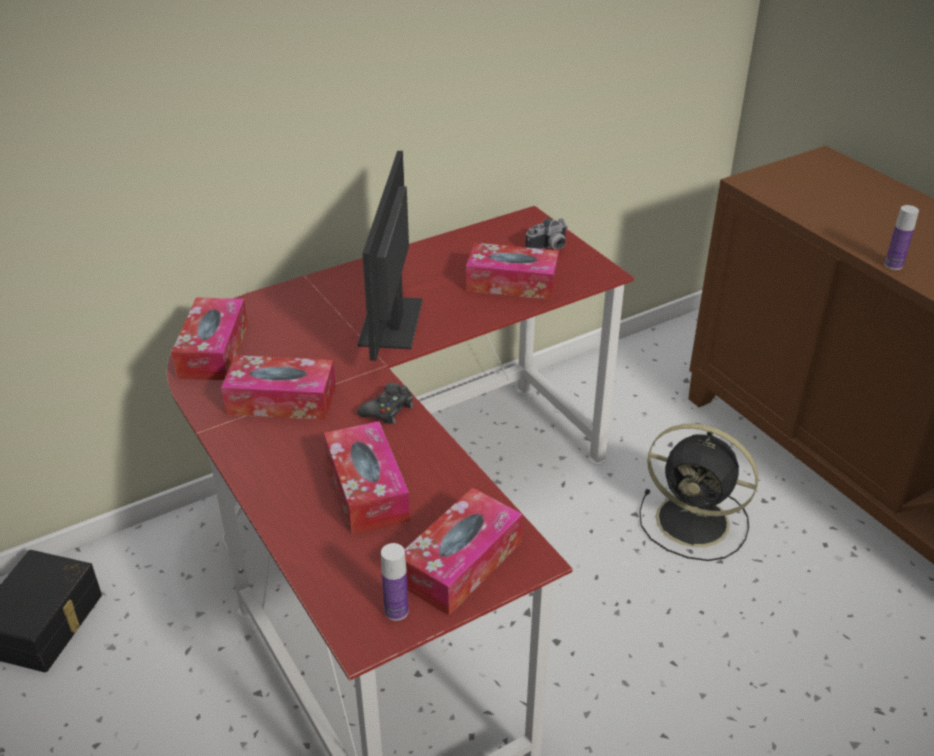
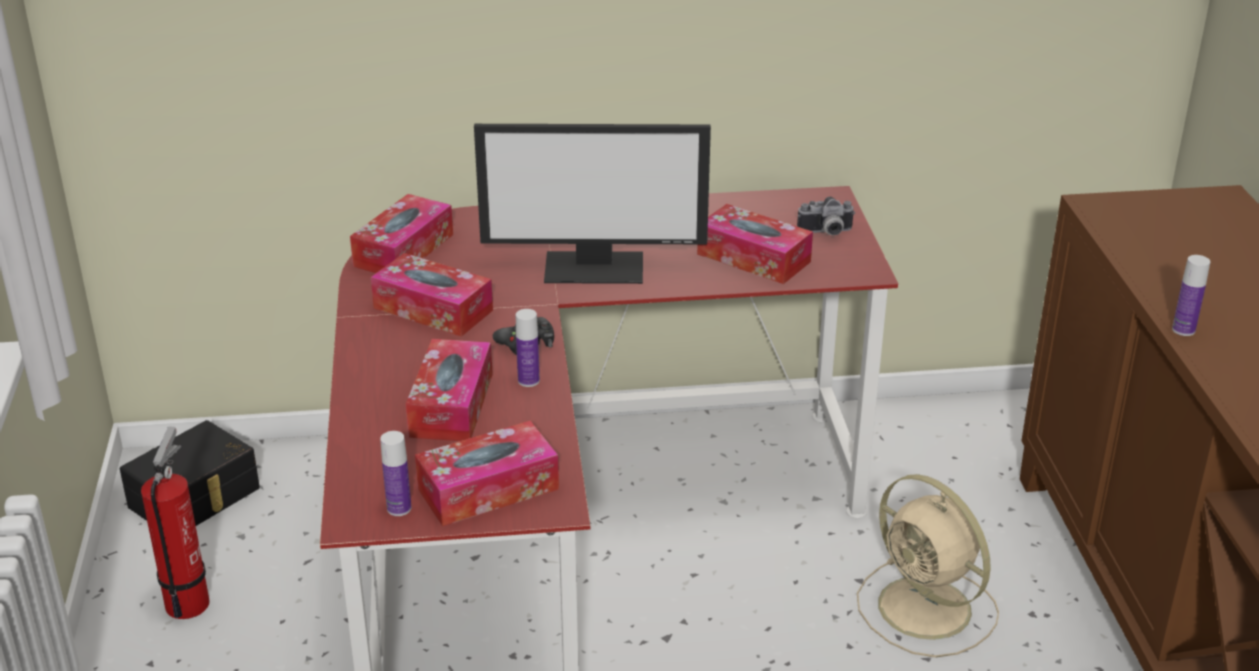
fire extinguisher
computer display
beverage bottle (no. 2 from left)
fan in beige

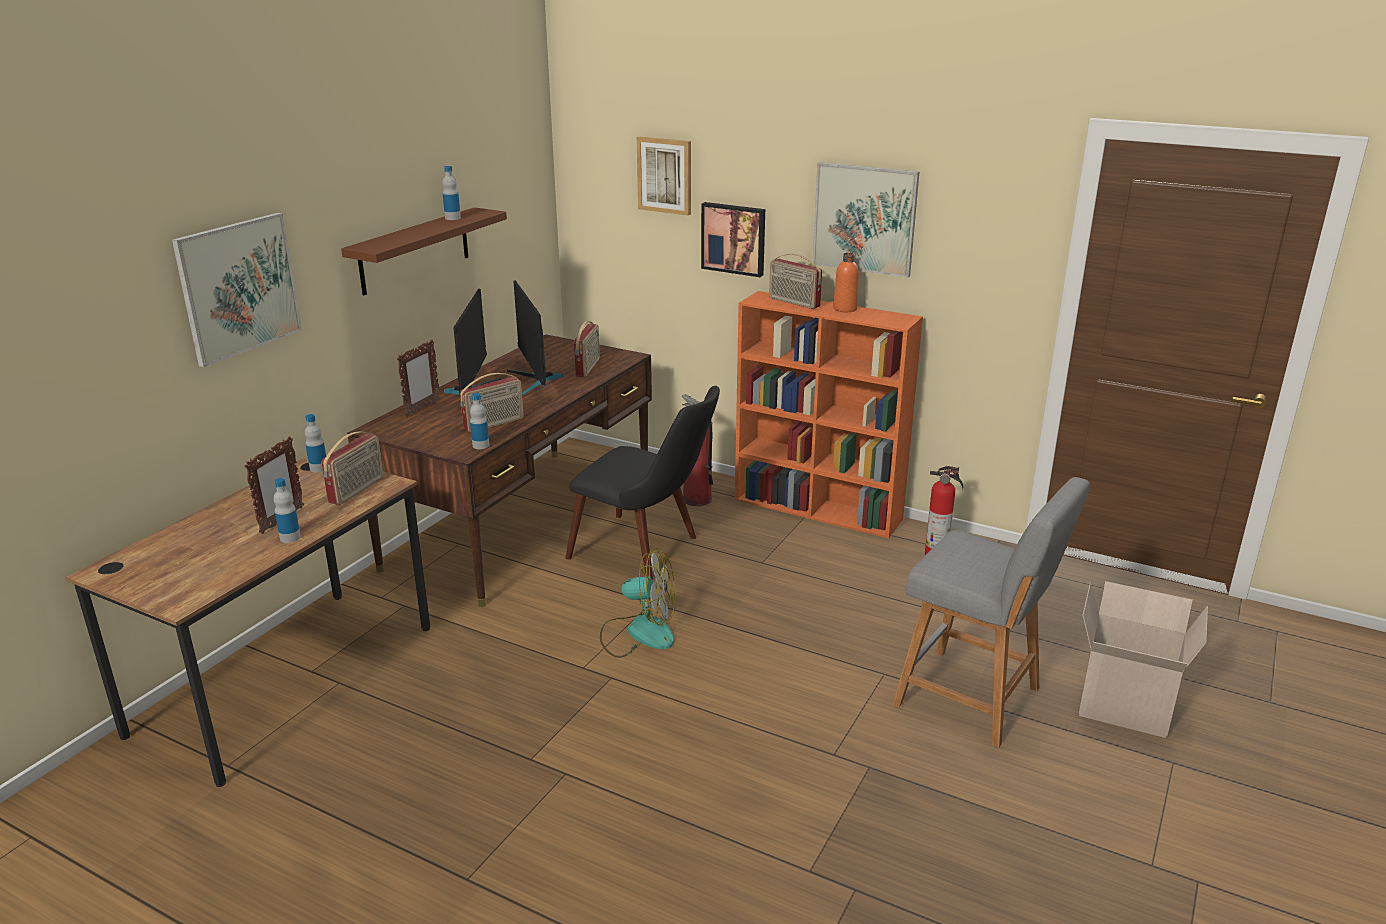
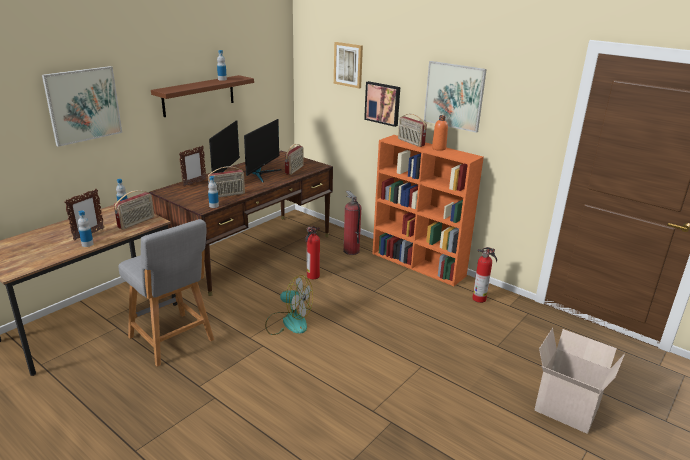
stool seat in grey
computer display (no. 2 from left)
fire extinguisher (no. 1 from left)

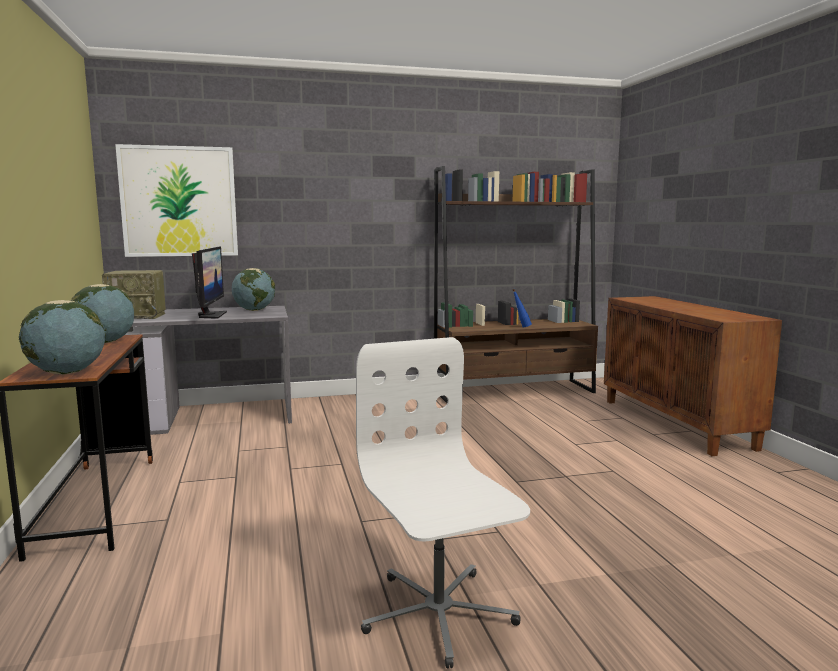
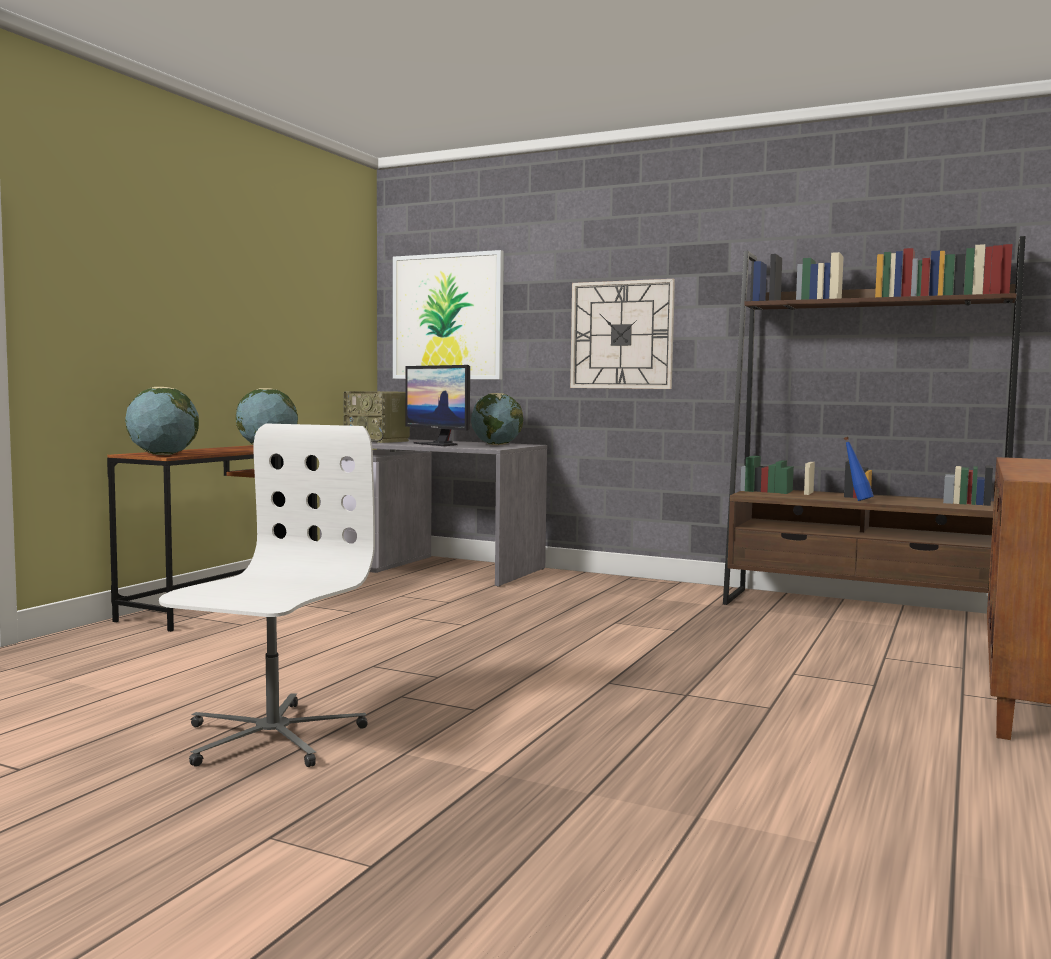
computer display
hanging clock

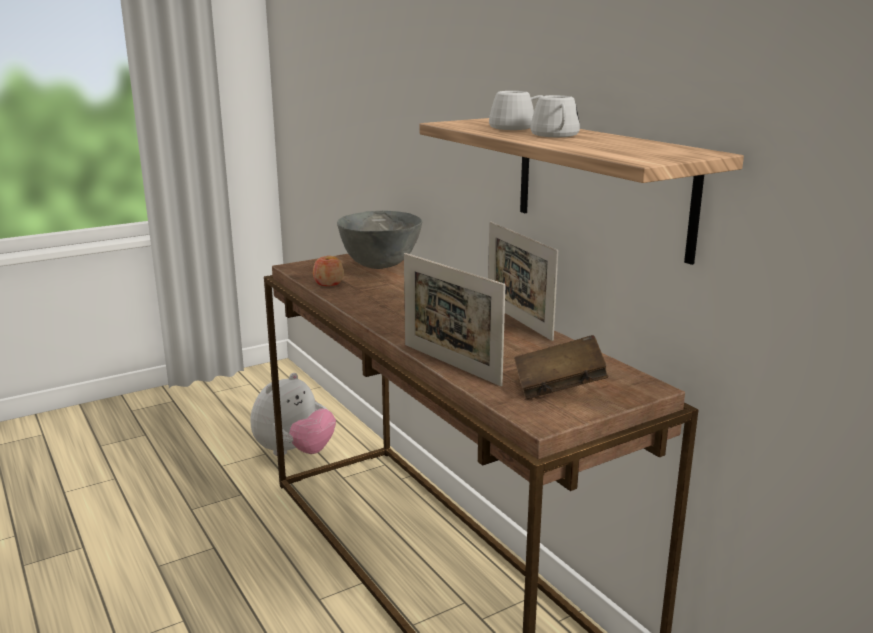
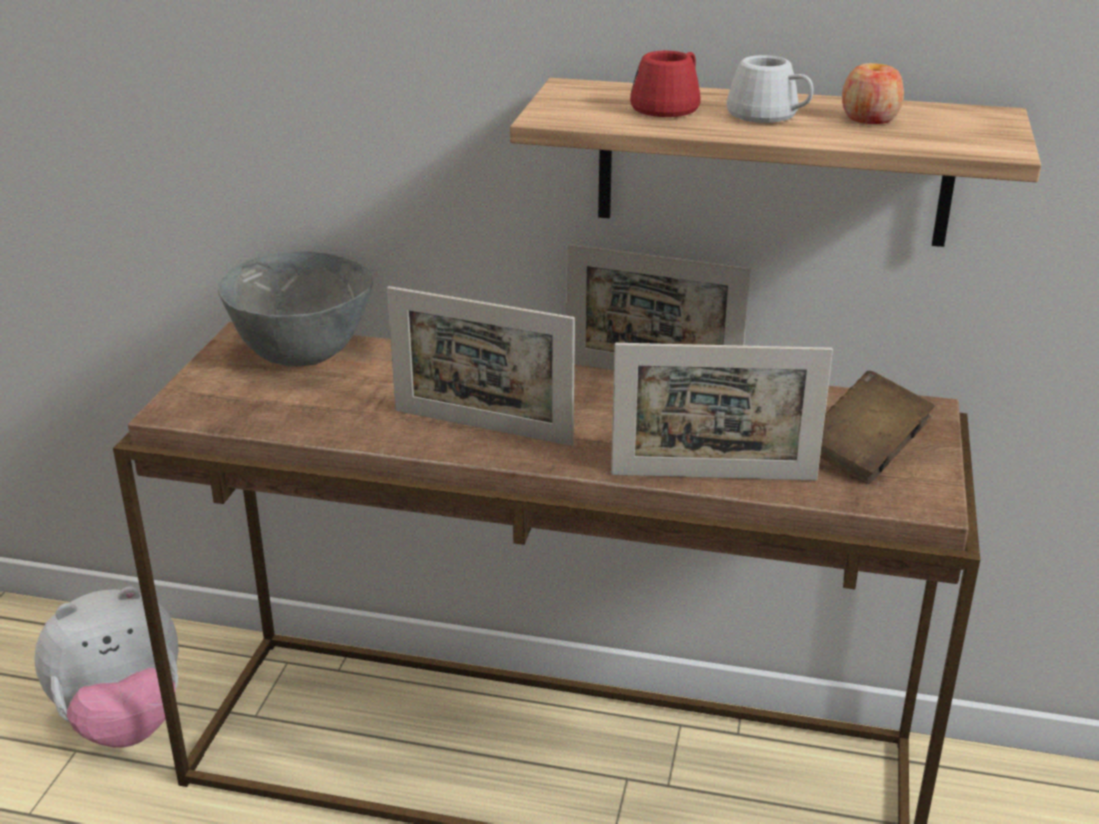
plush toy
photo frame (no. 1 from left)
coffee mug in reddish
apple

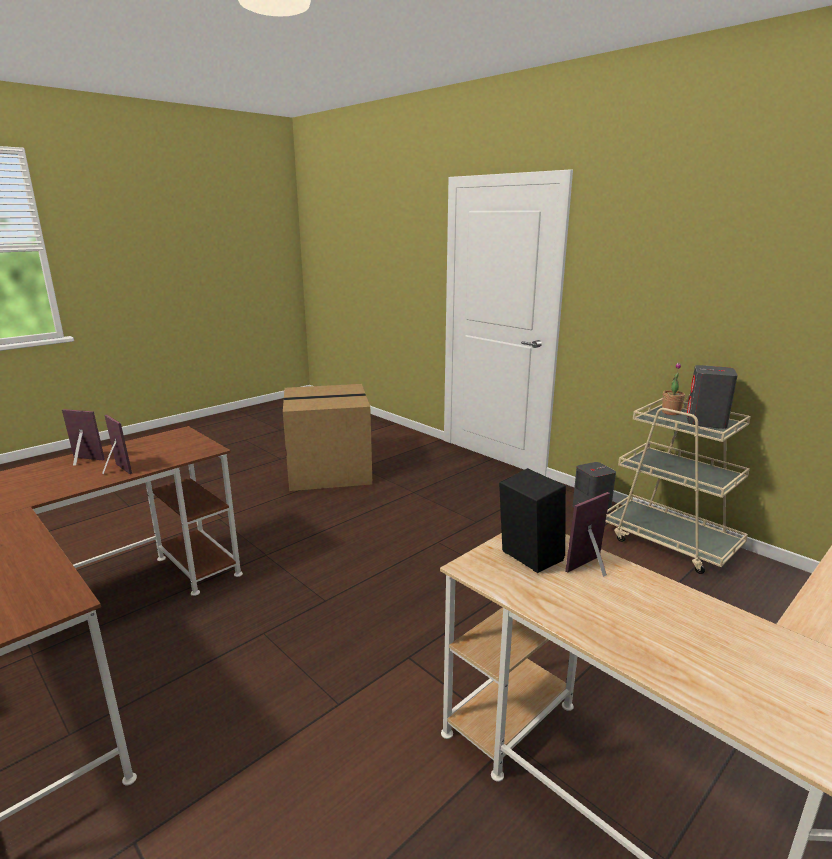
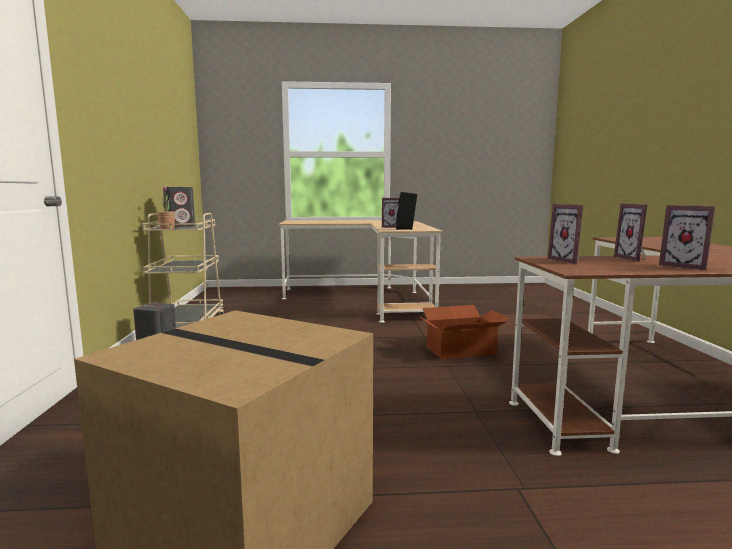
cardboard box (no. 2 from left)
photo frame (no. 2 from left)

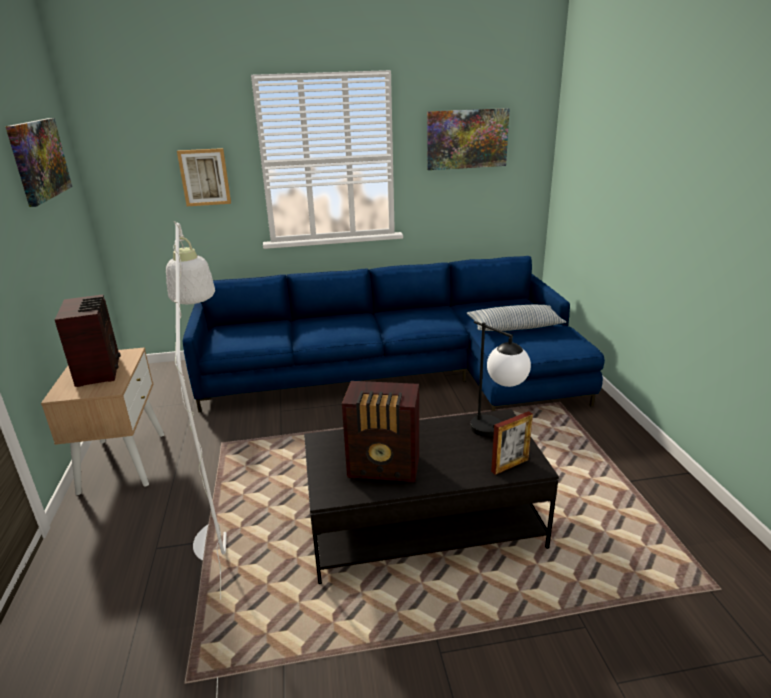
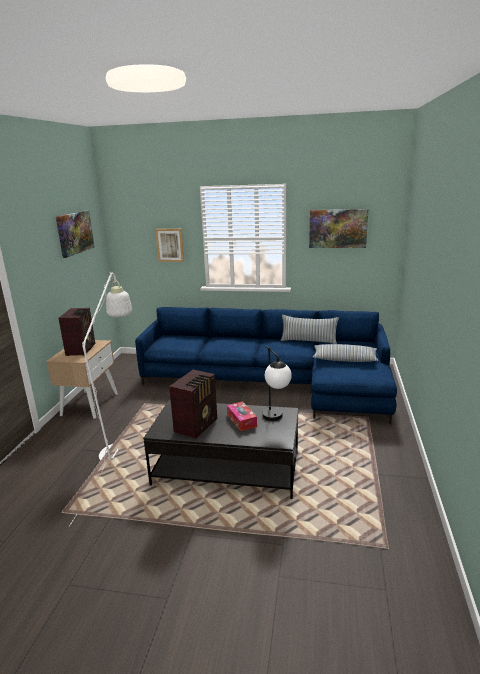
radio set (no. 2 from left)
tissue box
throw pillow (no. 1 from left)
photo frame

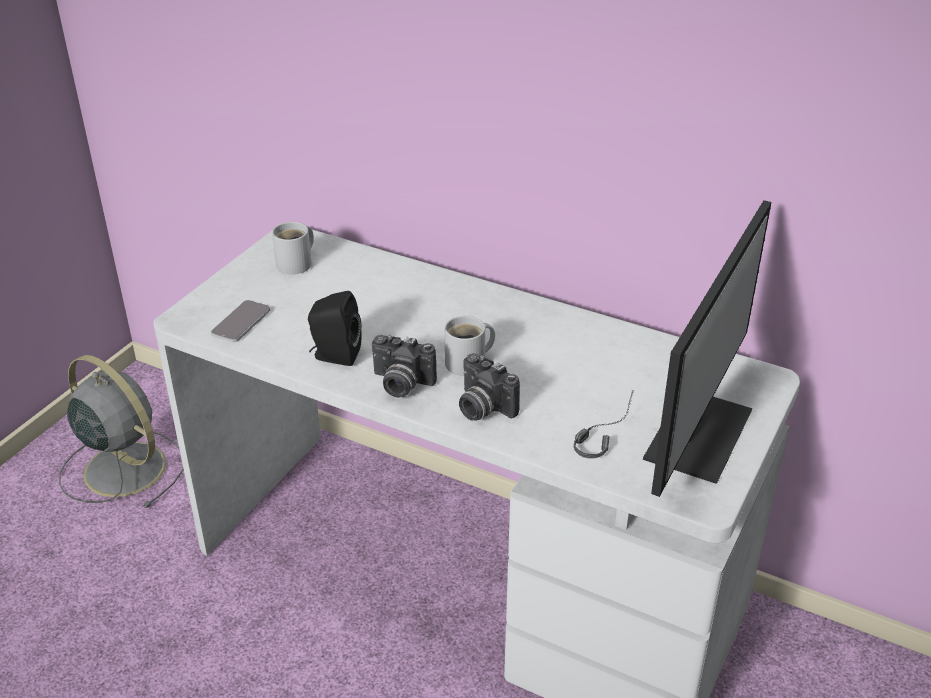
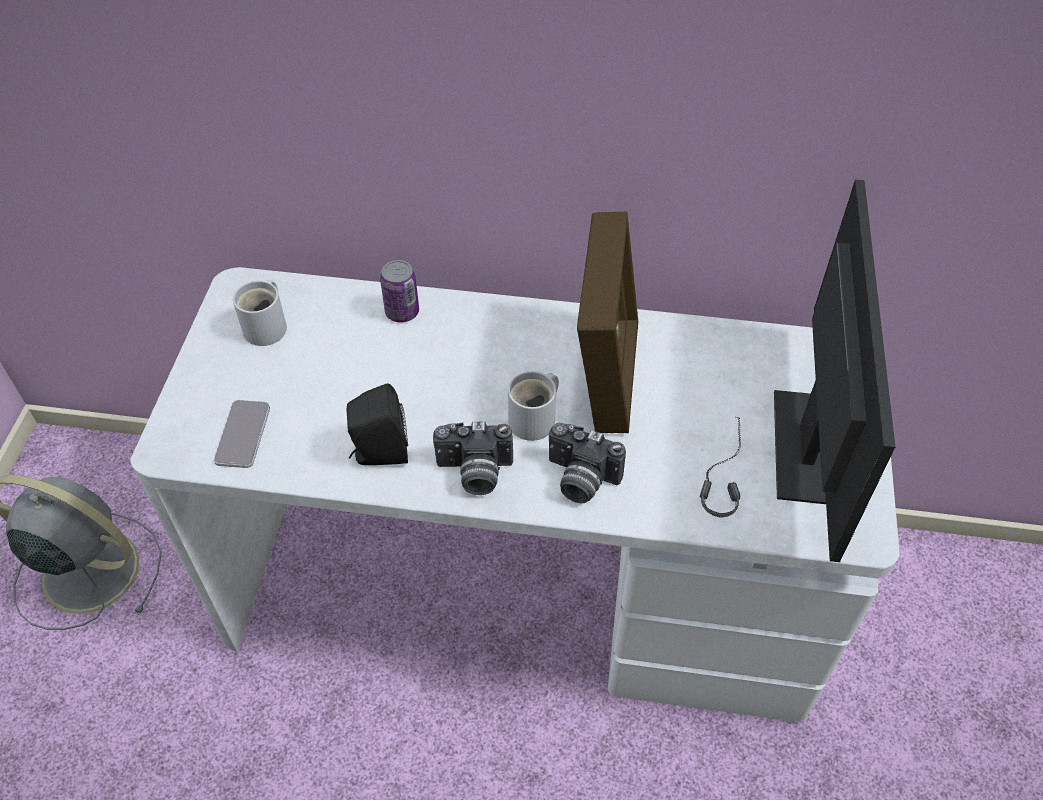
can
photo frame

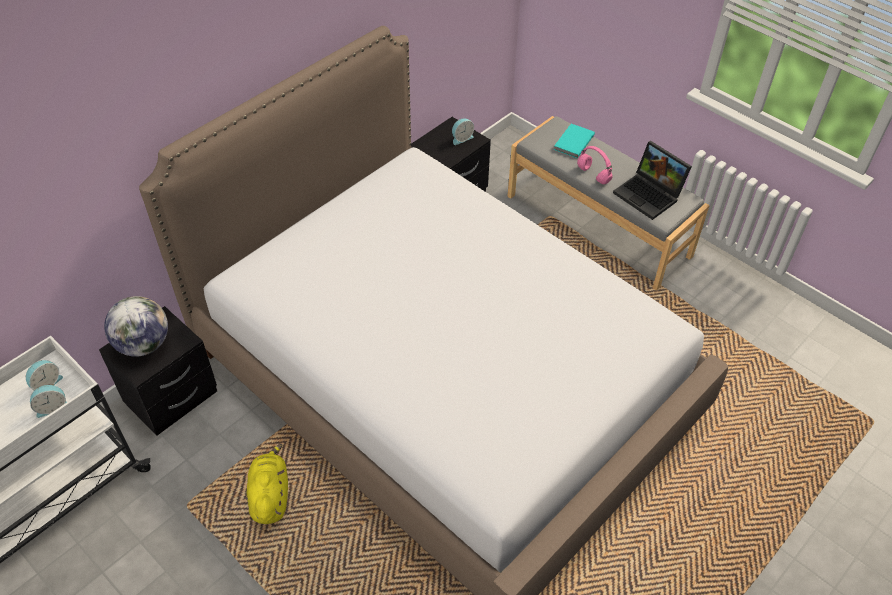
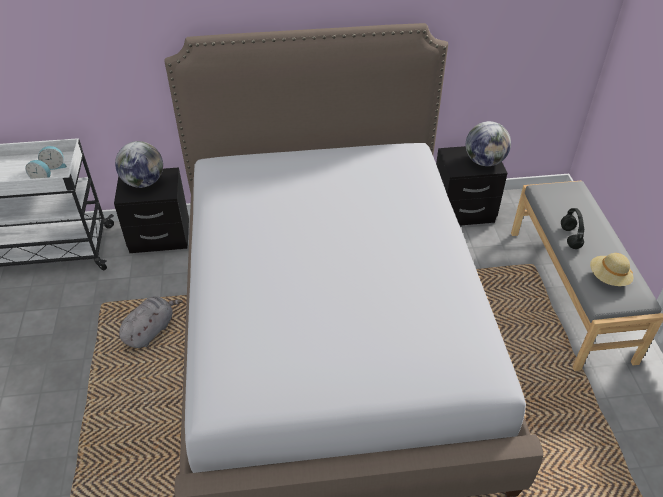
plush toy in grey
globe (no. 2 from left)
pair of headphones in black
wearable hat in beige
bound book in turquoise-coloured

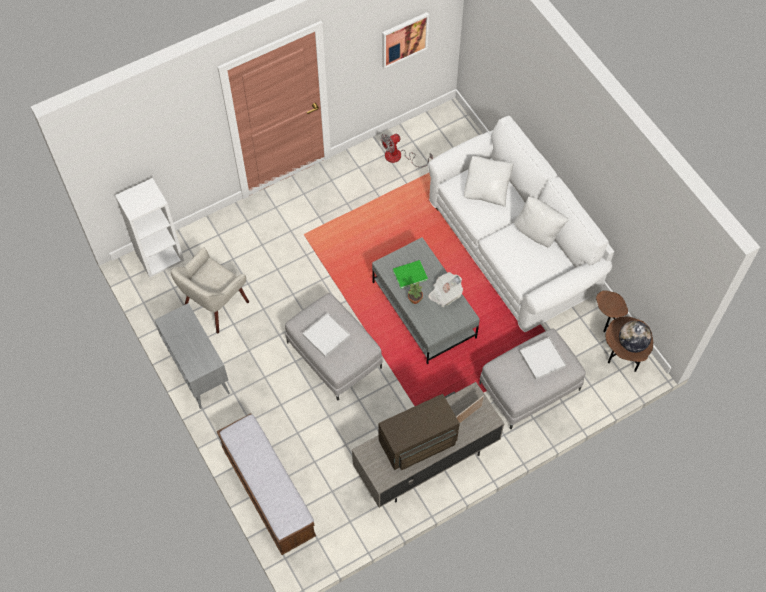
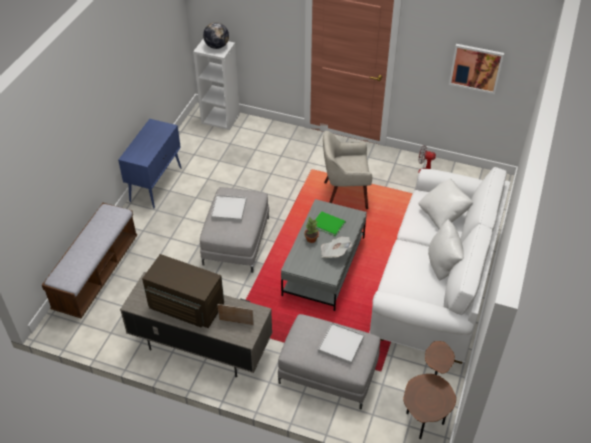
cabinet in bluish
globe
easy chair in beige

